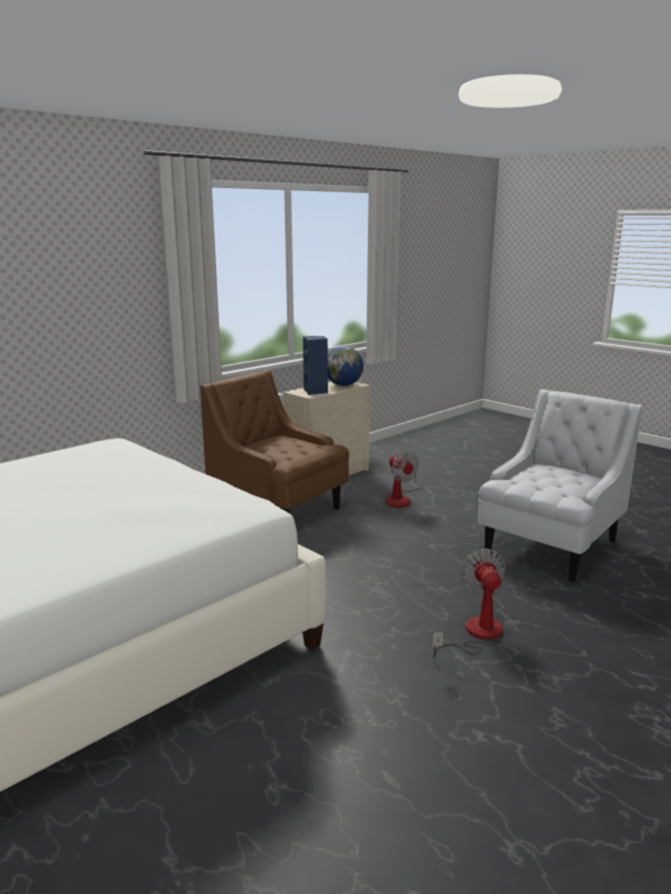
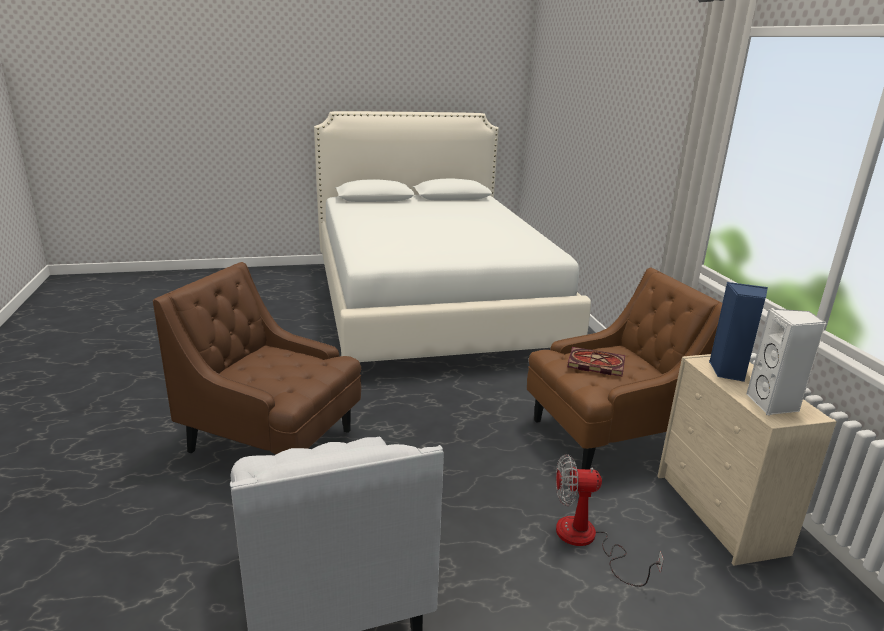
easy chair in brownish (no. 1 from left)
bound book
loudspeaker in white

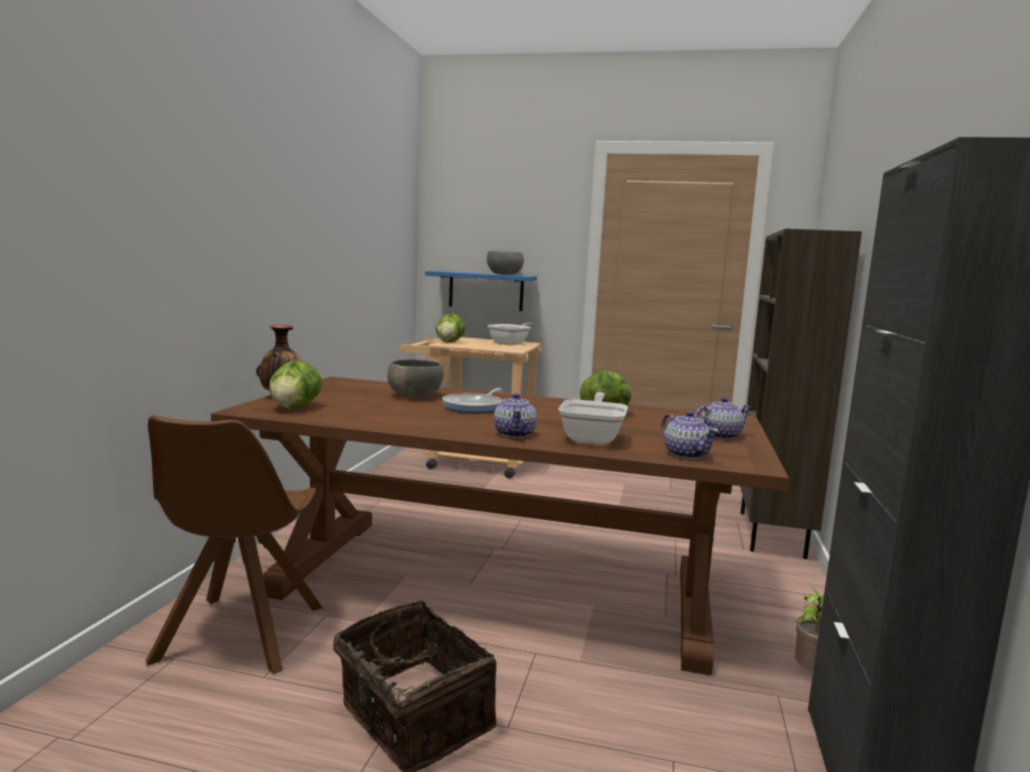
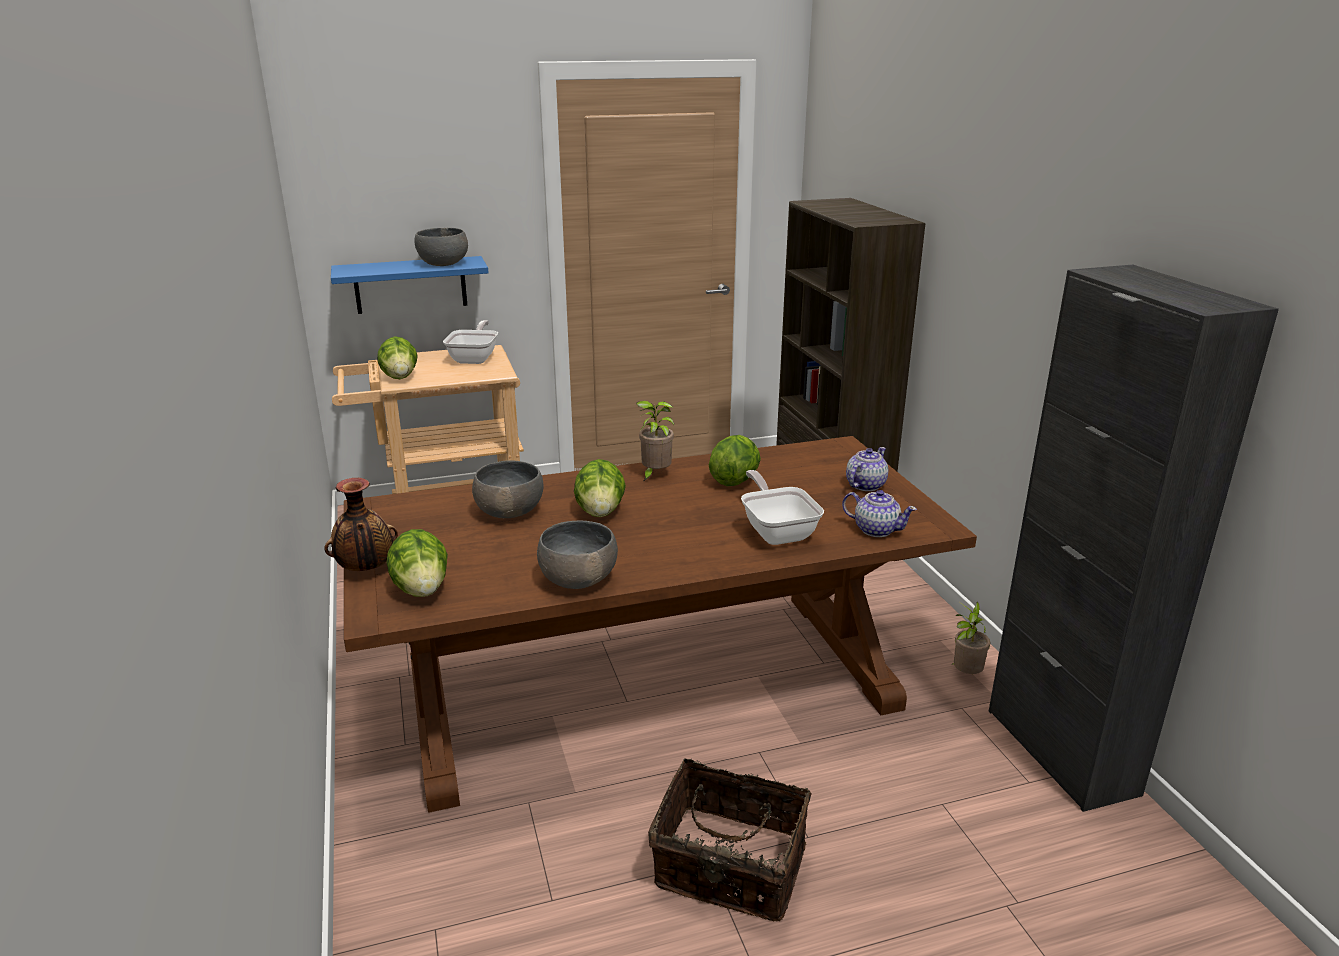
deep dish in grey (no. 3 from left)
head of lettuce (no. 3 from left)
houseplant (no. 1 from left)
upright chair in brownish
tea pot (no. 1 from left in the first image)

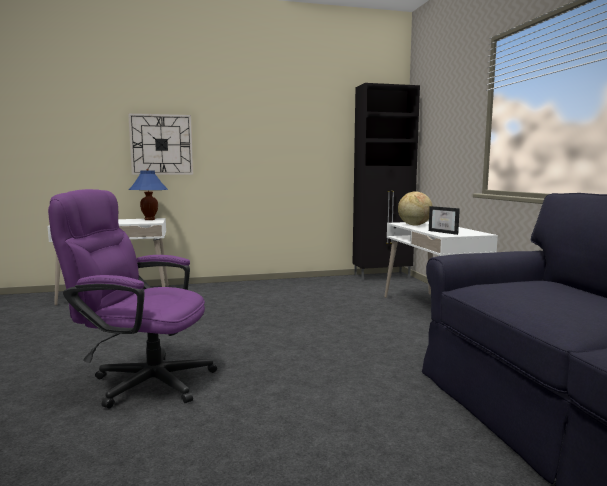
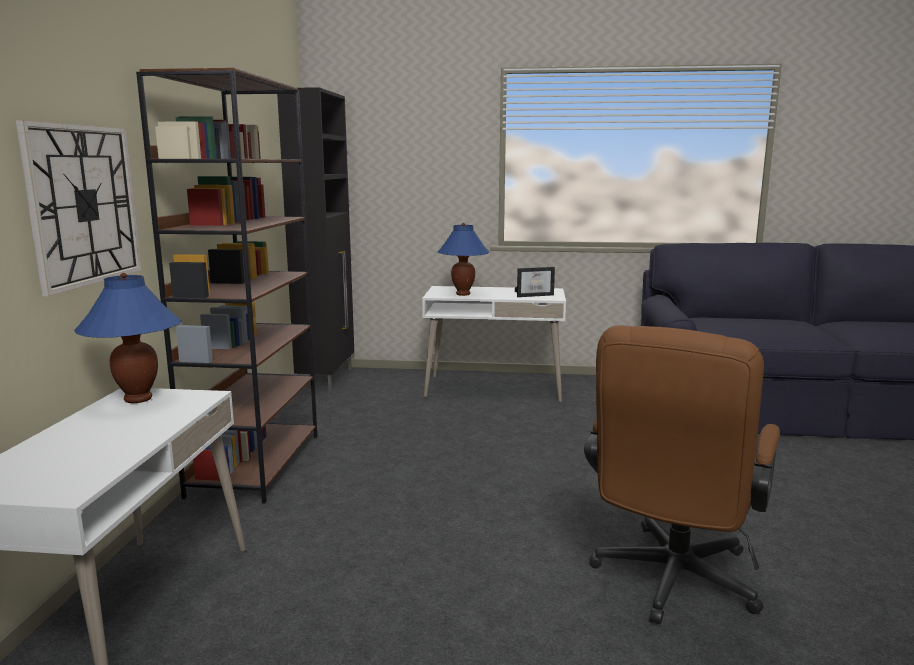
bookshelf in brownish
lamp for a table in bluish (no. 2 from left)
desk chair in brownish

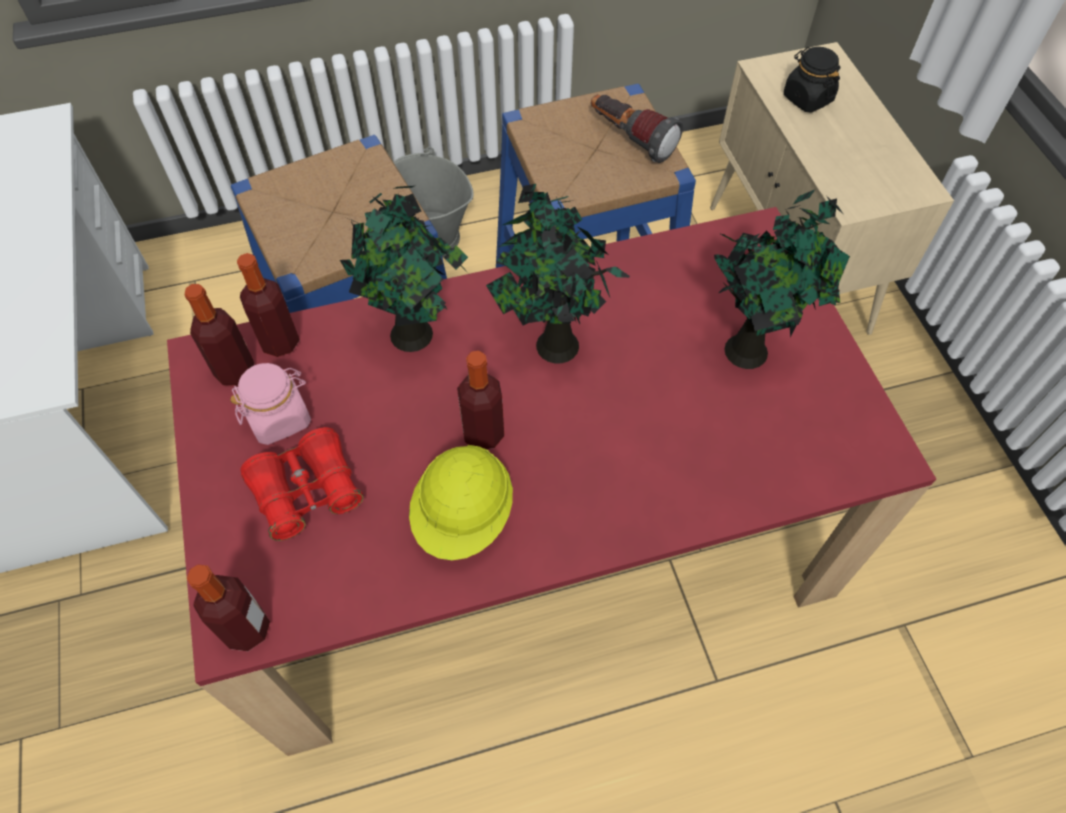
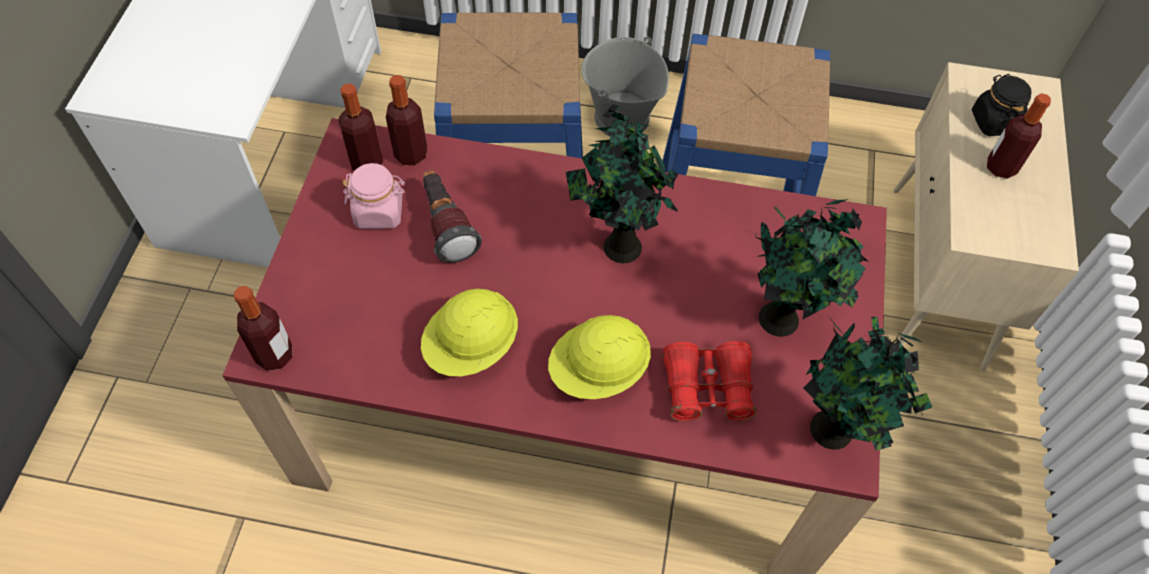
torch
safety helmet in yellowish (no. 2 from left)
field glasses in reddish
houseplant (no. 3 from left)
beverage bottle (no. 4 from left)

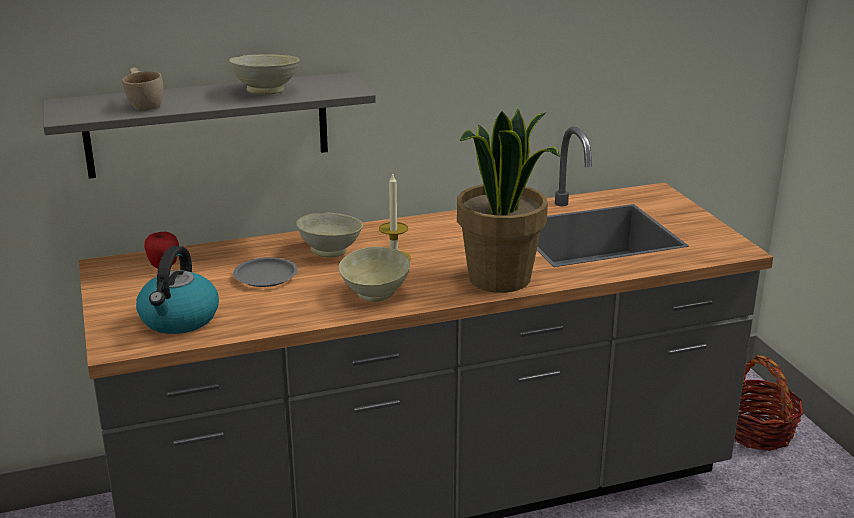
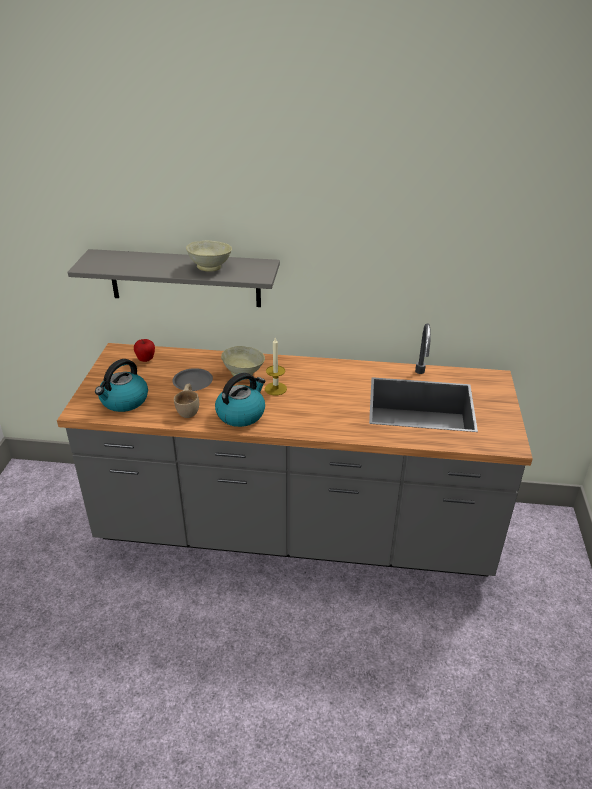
drinking cup in beige
kettle (no. 2 from left)
houseplant
basket

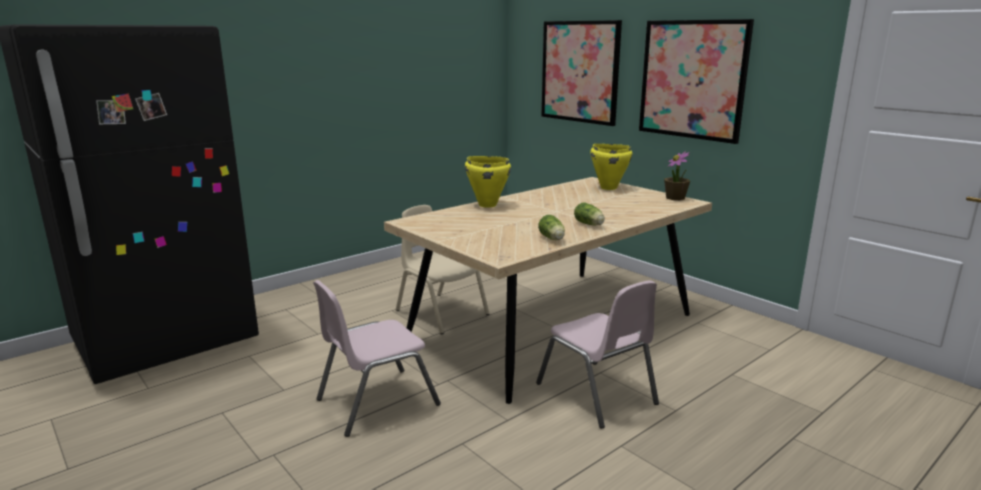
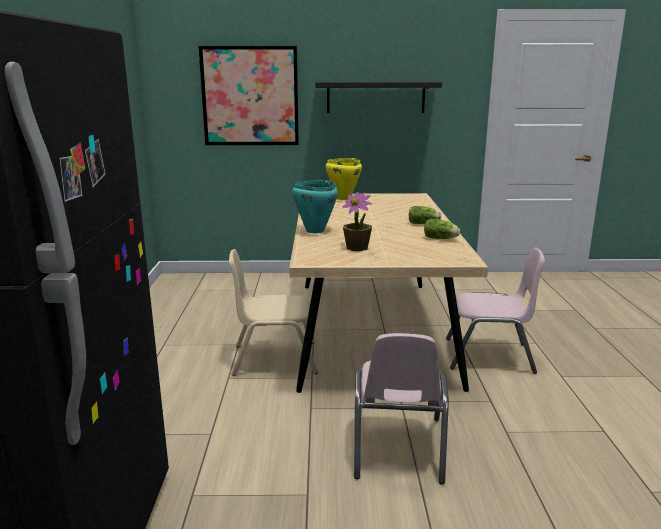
saucepot in turquoise-coloured
wall shelf in black
houseplant

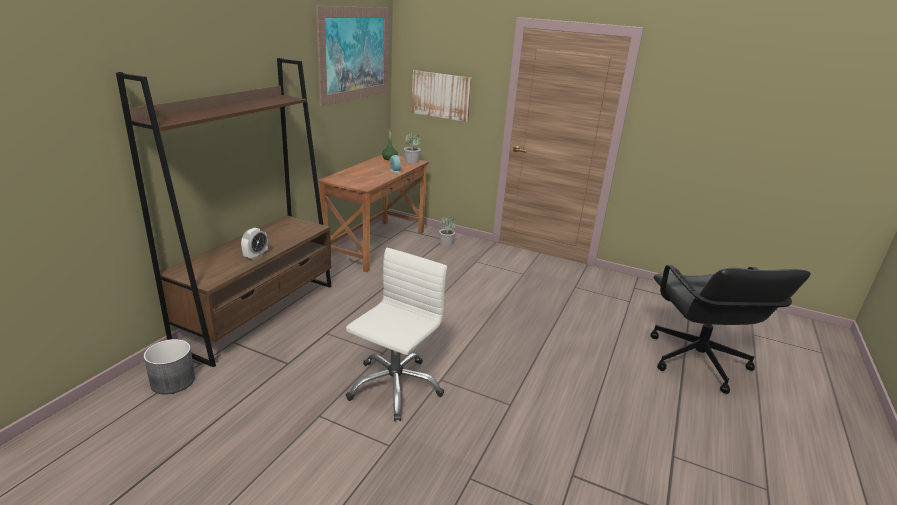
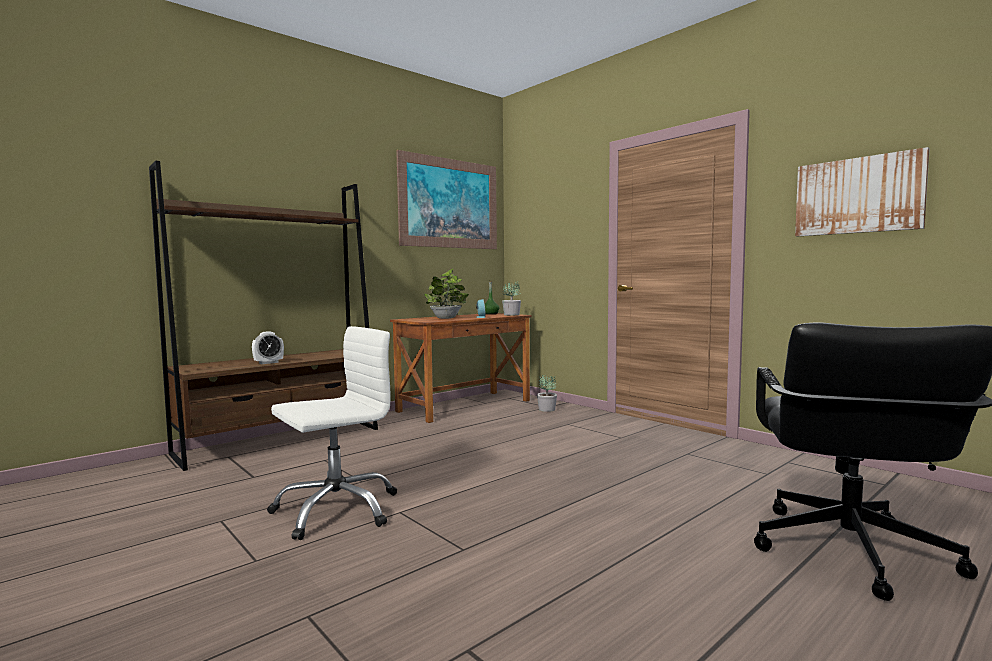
houseplant (no. 1 from left)
wall picture (no. 2 from left)
flower pot in grey

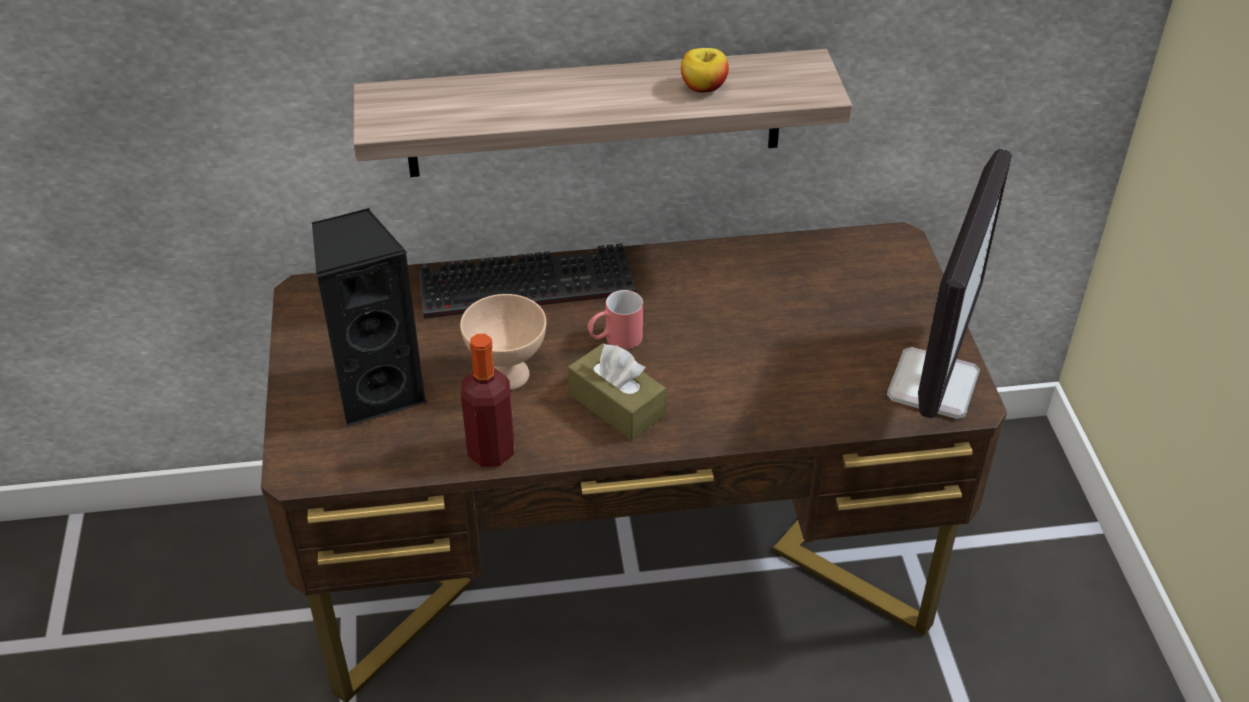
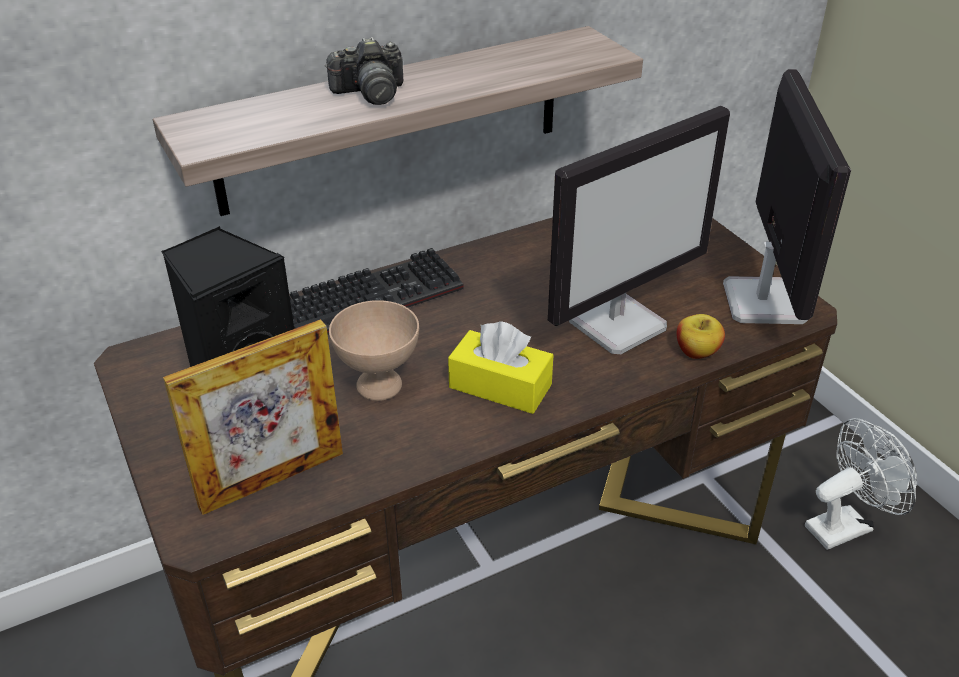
photo frame
photo camera
tissue box in yellowish
computer display (no. 1 from left)
apple
fan in white
beverage bottle
coffee mug in reddish

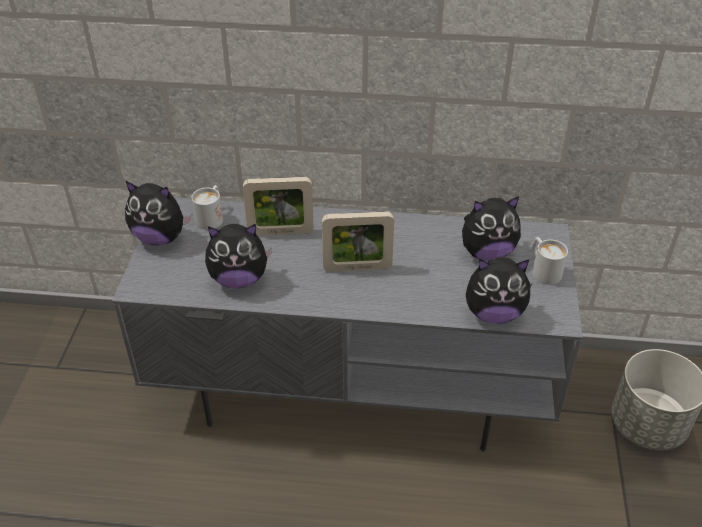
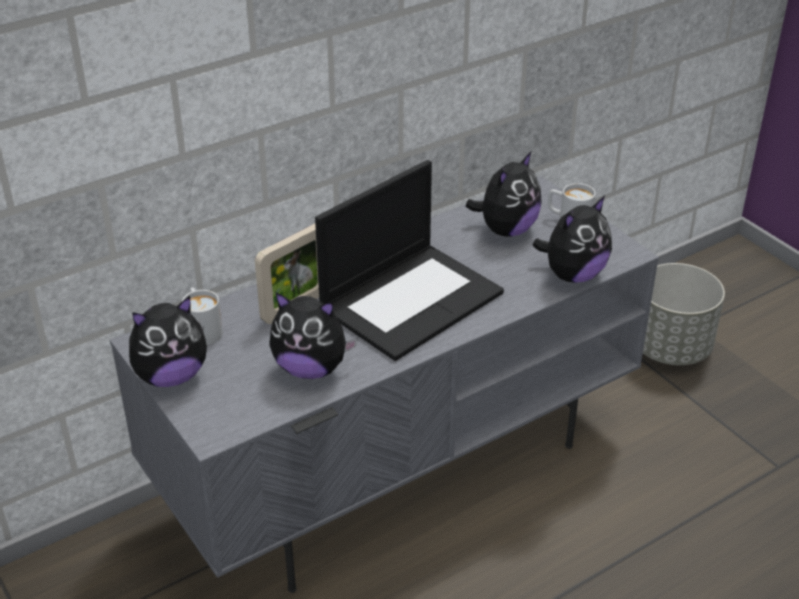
plush toy (no. 2 from left)
portable computer

